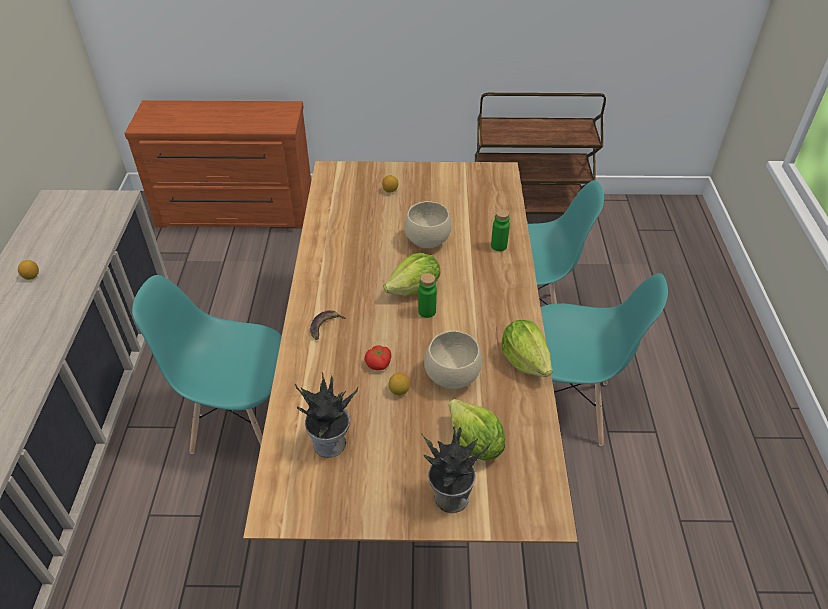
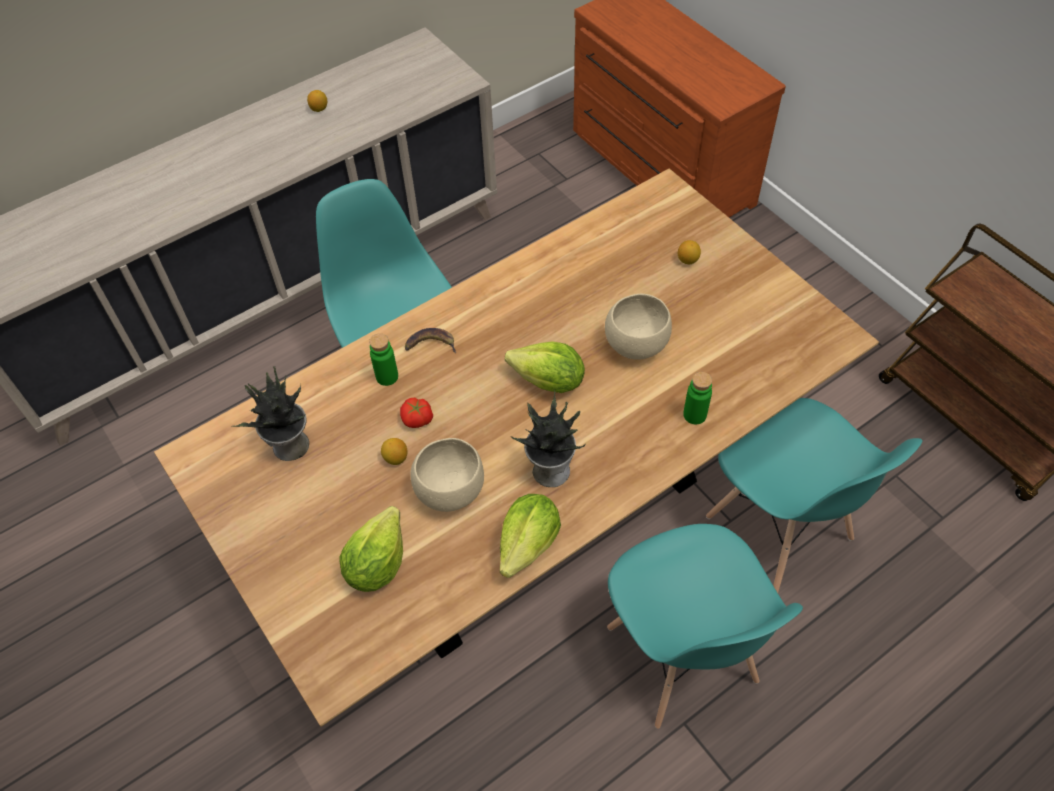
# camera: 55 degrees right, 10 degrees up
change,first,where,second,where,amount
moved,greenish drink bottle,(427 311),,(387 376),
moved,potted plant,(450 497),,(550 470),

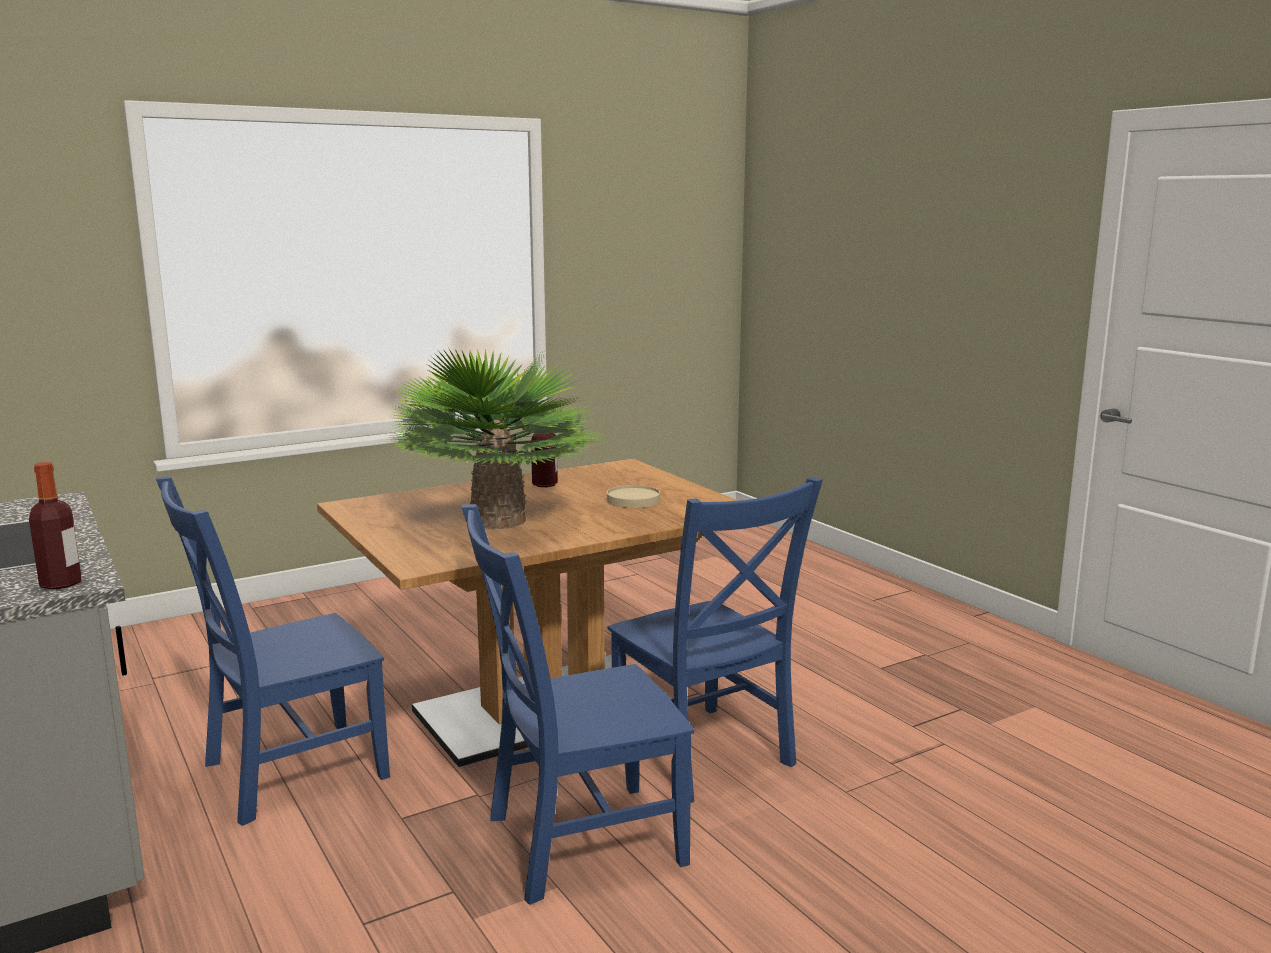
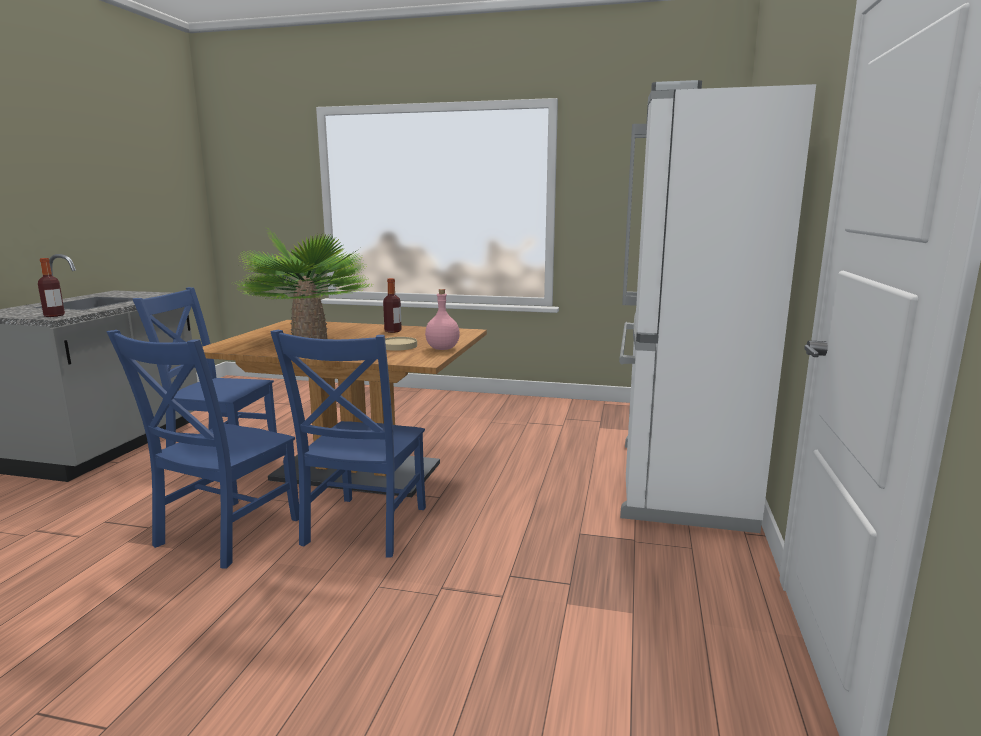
# camera: 45 degrees right, 0 degrees up
change,first,where,second,where,amount
turned,blue upright chair,(576 841),,(224 534),90 degrees counterclockwise
added,,,pinkish drink bottle,(443 349),
added,,,whitish kitchen fridge,(678 483),

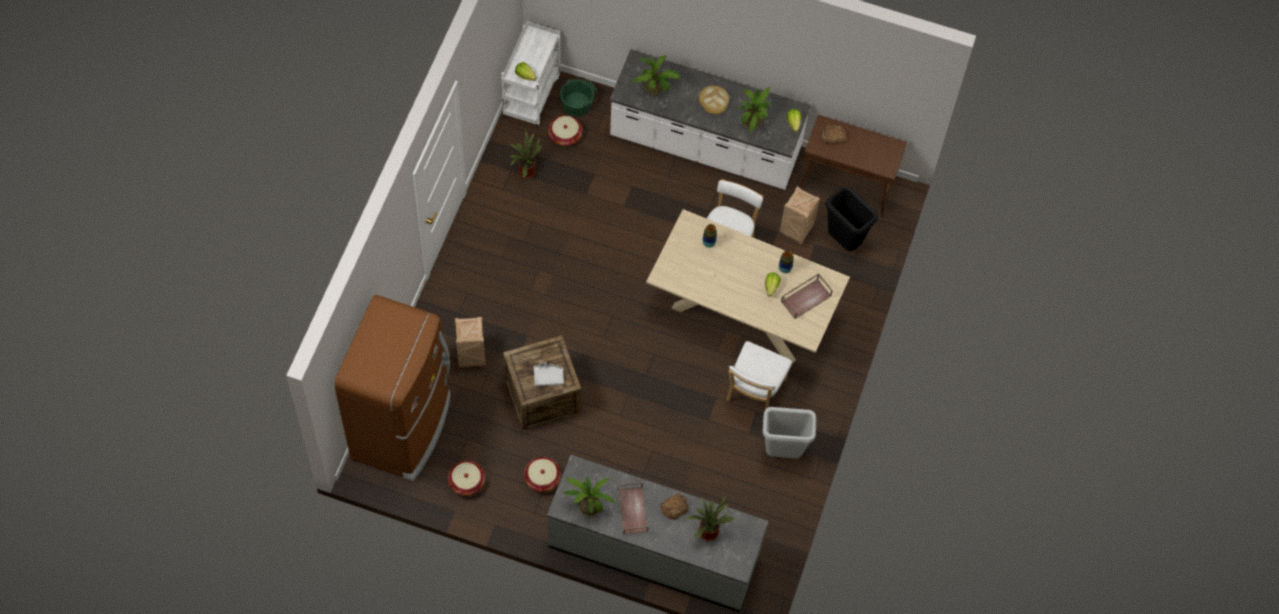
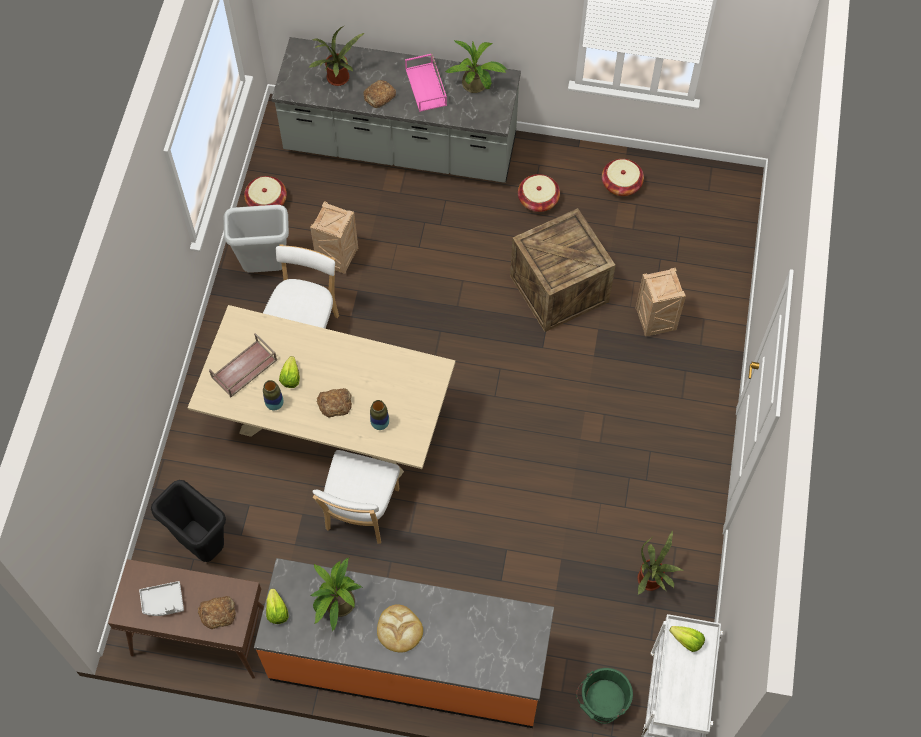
# camera: 175 degrees right, 0 degrees up
change,first,where,second,where,amount
removed,brown kitchen fridge,(403 426),,,
moved,gray serving tray,(548 377),,(163 602),
moved,storage basket,(565 135),,(267 201),
recoloured,whitish kitchen base unit,(705 145),orange-coloured kitchen base unit,(408 662),
recoloured,brown serving tray,(632 510),pinkish serving tray,(426 87),
removed,potted plant,(656 88),,,
moved,shipping crate,(796 231),,(337 257),
added,,,baked bread,(335 403),

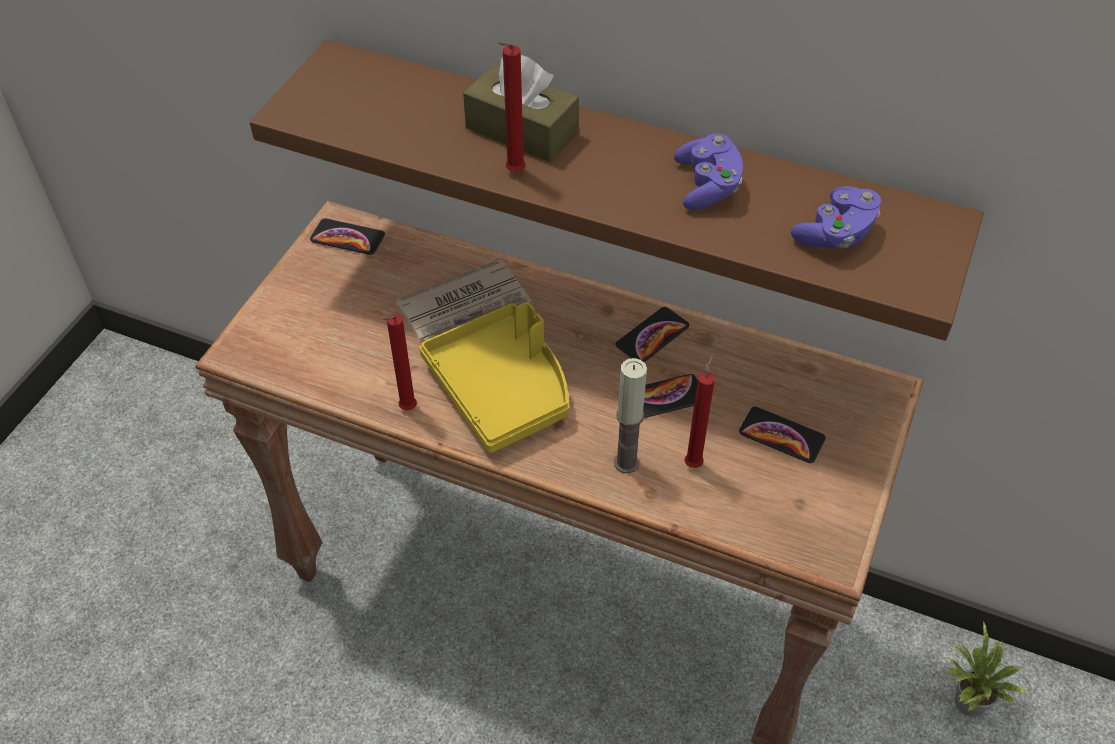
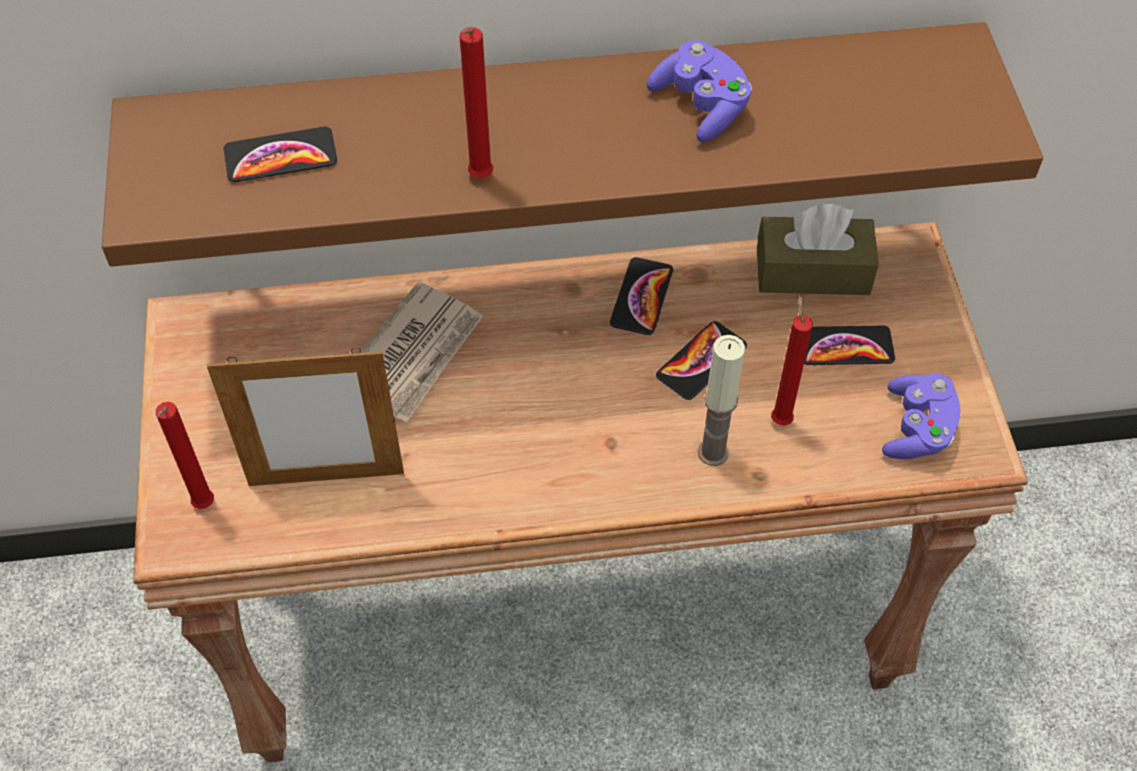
# camera: 30 degrees left, 5 degrees up
change,first,where,second,where,amount
moved,handset,(347 238),,(281 156),
moved,red-coloured candle,(406 410),,(203 507),
removed,yellowish serving tray,(502 389),,,
moved,brown box of tissues,(521 130),,(812 271),
moved,purple joypad,(835 234),,(916 429),
removed,potted plant,(965 703),,,
added,,,picture frame,(326 478),

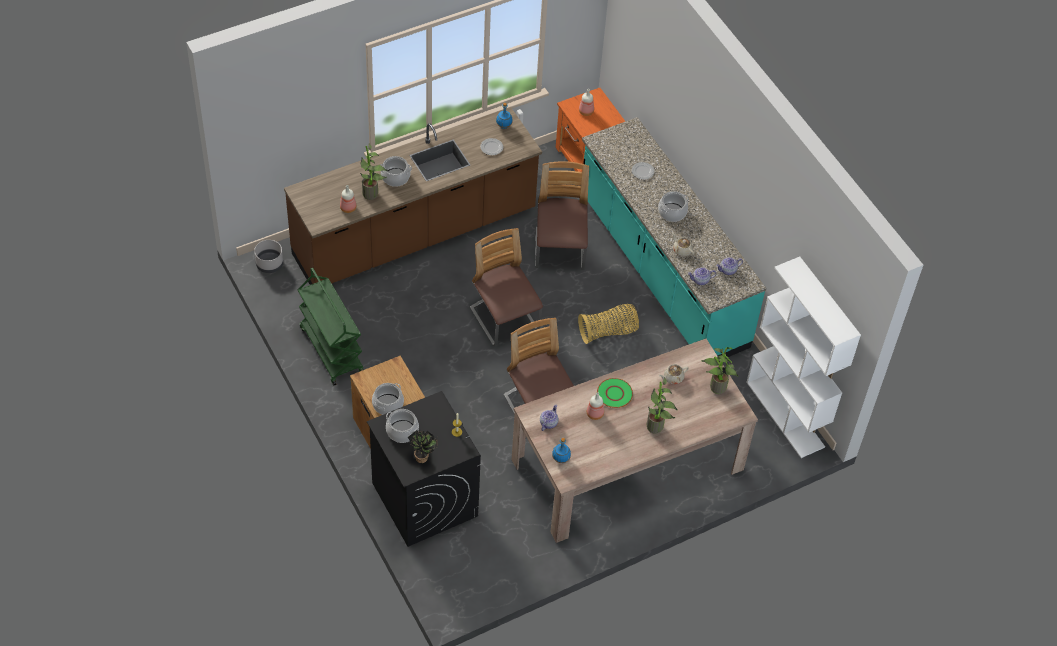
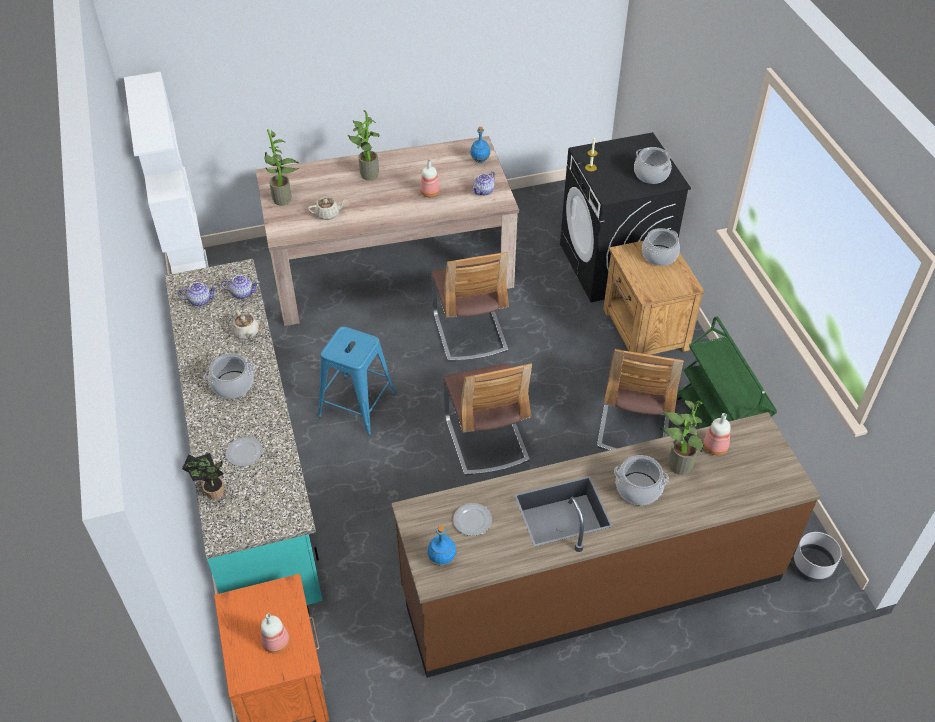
# camera: 165 degrees left, 5 degrees down
change,first,where,second,where,amount
moved,potted plant,(423 457),,(212 492),
moved,upright chair,(559 250),,(634 424),
replaced,storage basket,(608 332),blue stool seat,(357 405),
removed,greenish flat dish,(614 393),,,

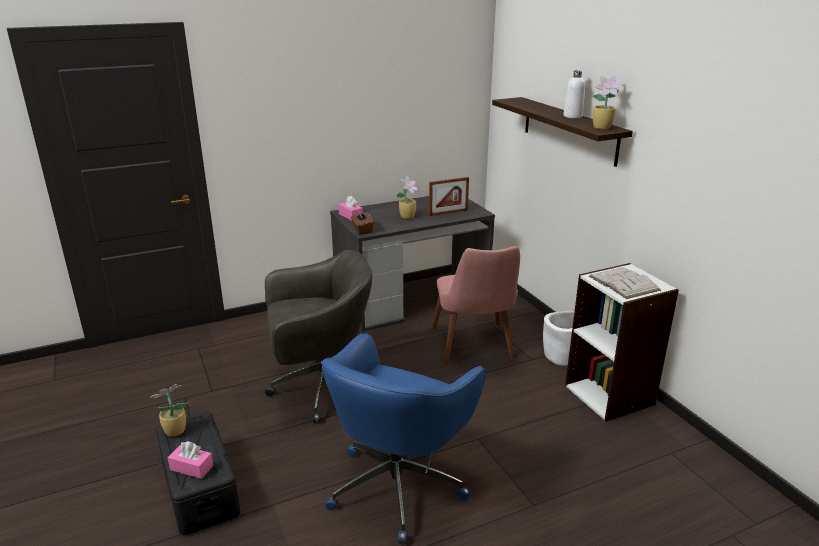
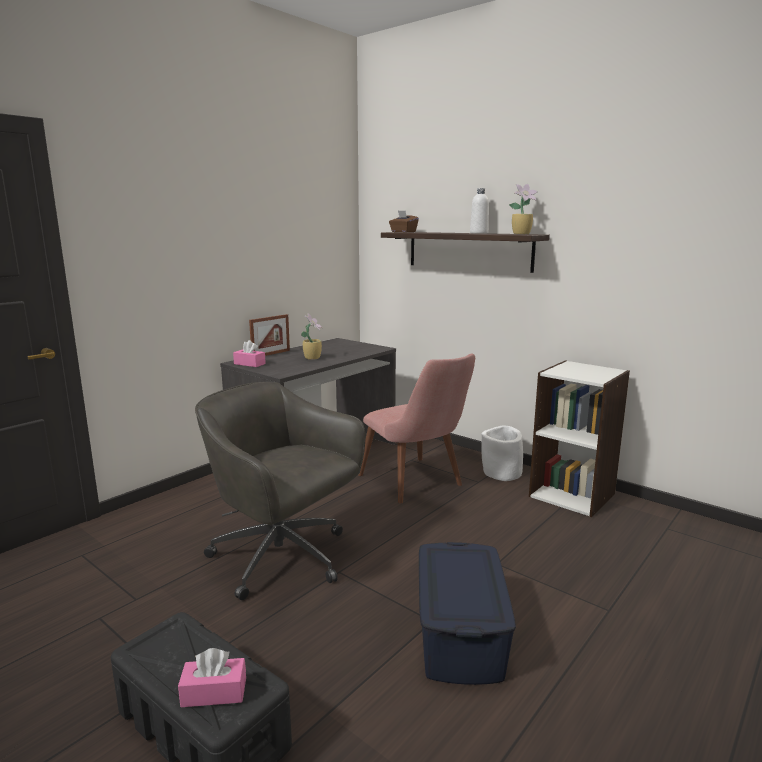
# camera: 25 degrees left, 10 degrees down
change,first,where,second,where,amount
removed,potted plant,(174 431),,,
turned,gray desk chair,(321 387),,(283 558),105 degrees counterclockwise
replaced,blue desk chair,(399 483),blue storage box,(459 634),
moved,brown box of tissues,(362 230),,(403 232),
moved,picture frame,(448 213),,(271 354),
removed,whitish book,(623 283),,,

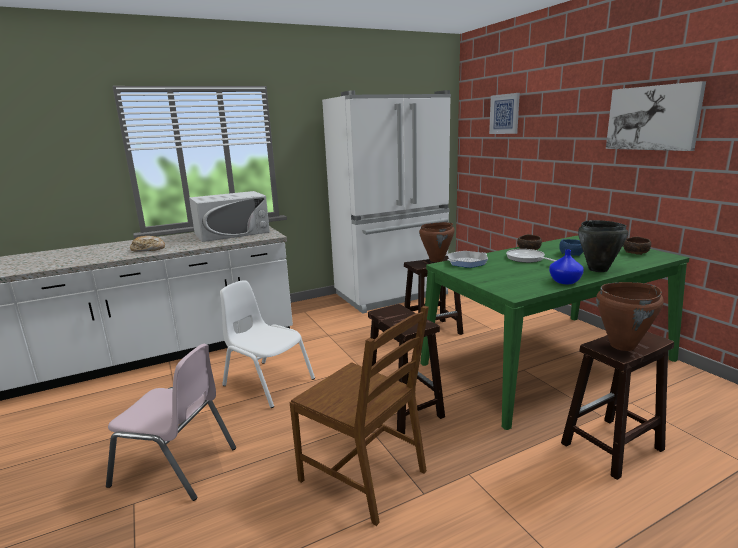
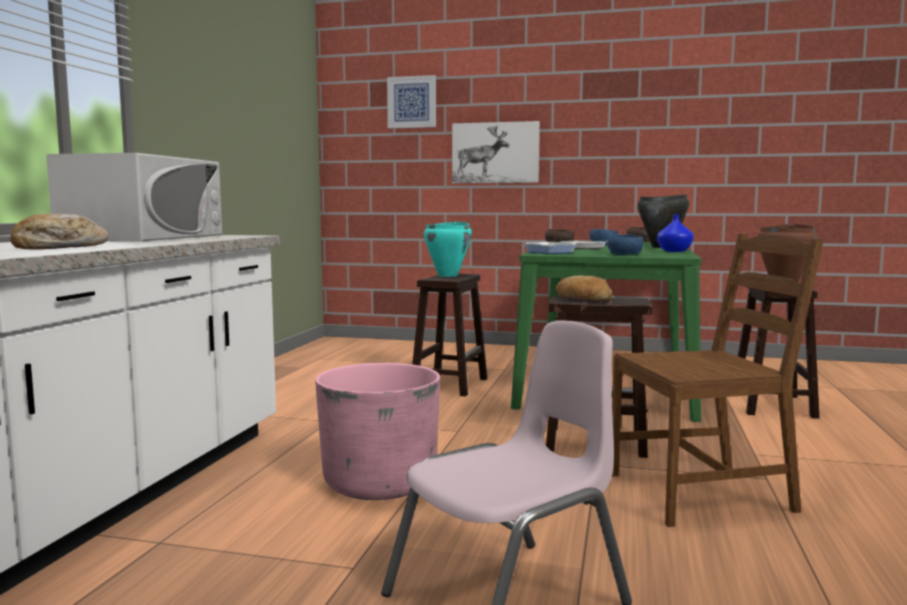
# camera: 50 degrees left, 10 degrees down
change,first,where,second,where,amount
replaced,whitish upright chair,(268 382),pinkish flower pot,(379 483),
removed,whitish kitchen fridge,(392 294),,,
recoloured,brown stockpot,(437 260),turquoise stockpot,(448 275),
moved,picture,(652 118),,(495 153),
added,,,baked bread,(582 299),
added,,,blue deep dish,(625 254),

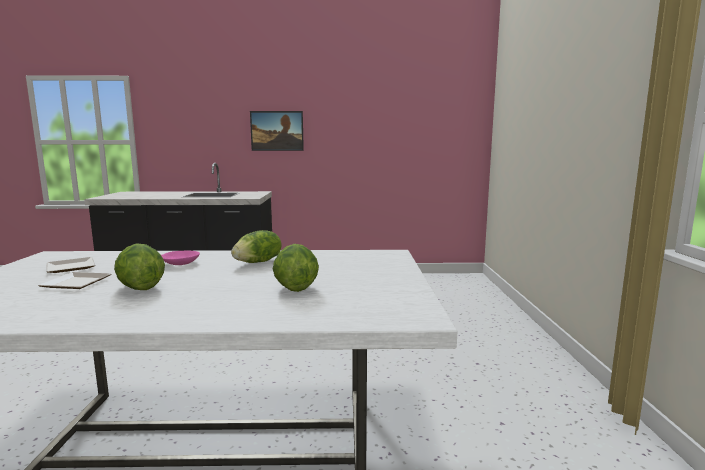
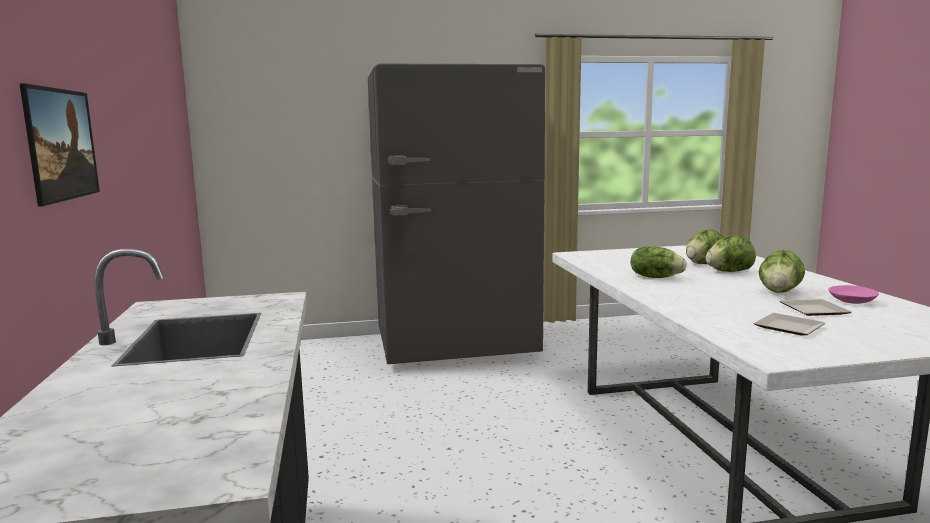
# camera: 100 degrees left, 0 degrees up
change,first,where,second,where,amount
moved,pinkish deep dish,(180 263),,(852 301),
added,,,gray kitchen fridge,(456 346),
added,,,head of lettuce,(729 271),

